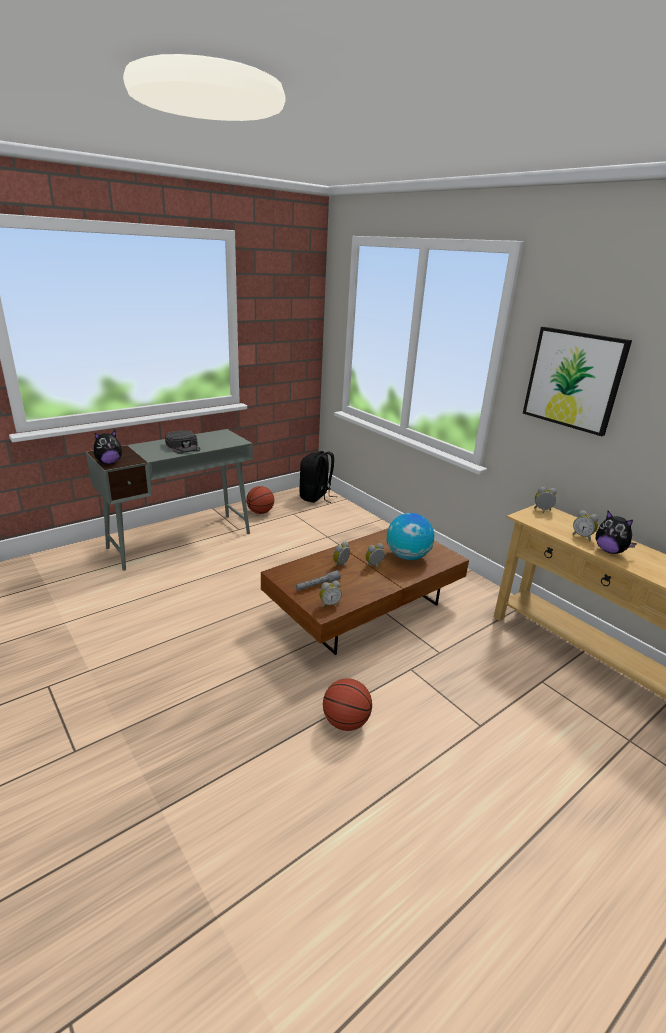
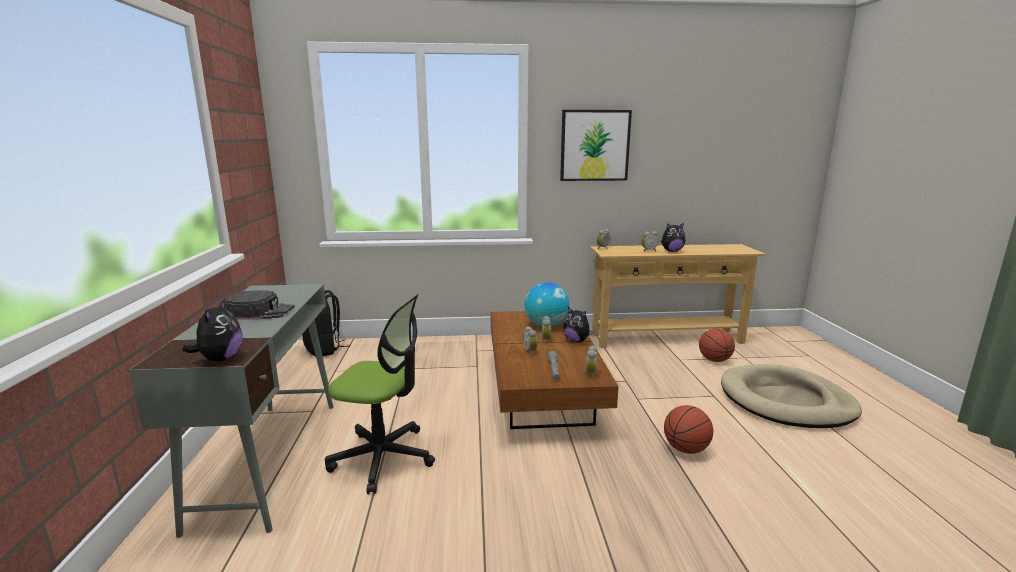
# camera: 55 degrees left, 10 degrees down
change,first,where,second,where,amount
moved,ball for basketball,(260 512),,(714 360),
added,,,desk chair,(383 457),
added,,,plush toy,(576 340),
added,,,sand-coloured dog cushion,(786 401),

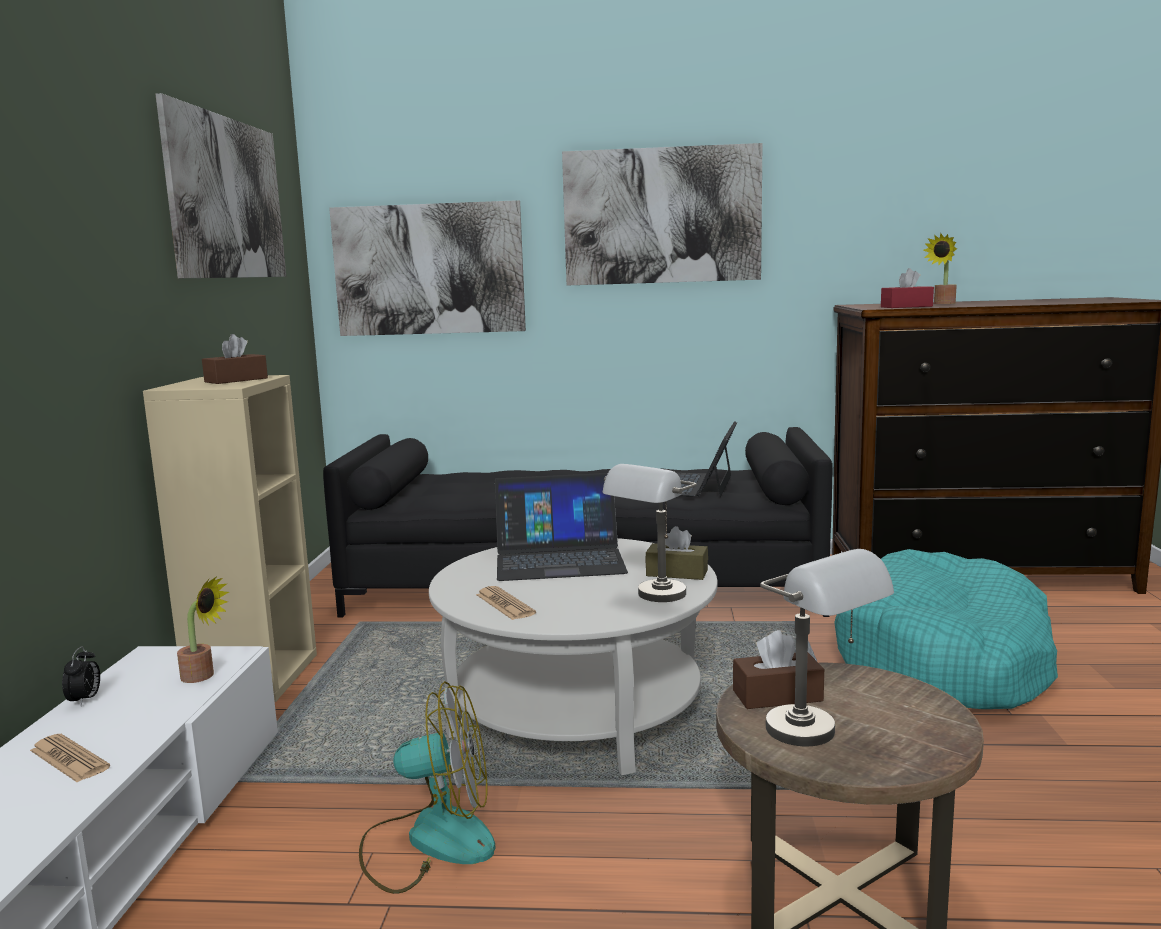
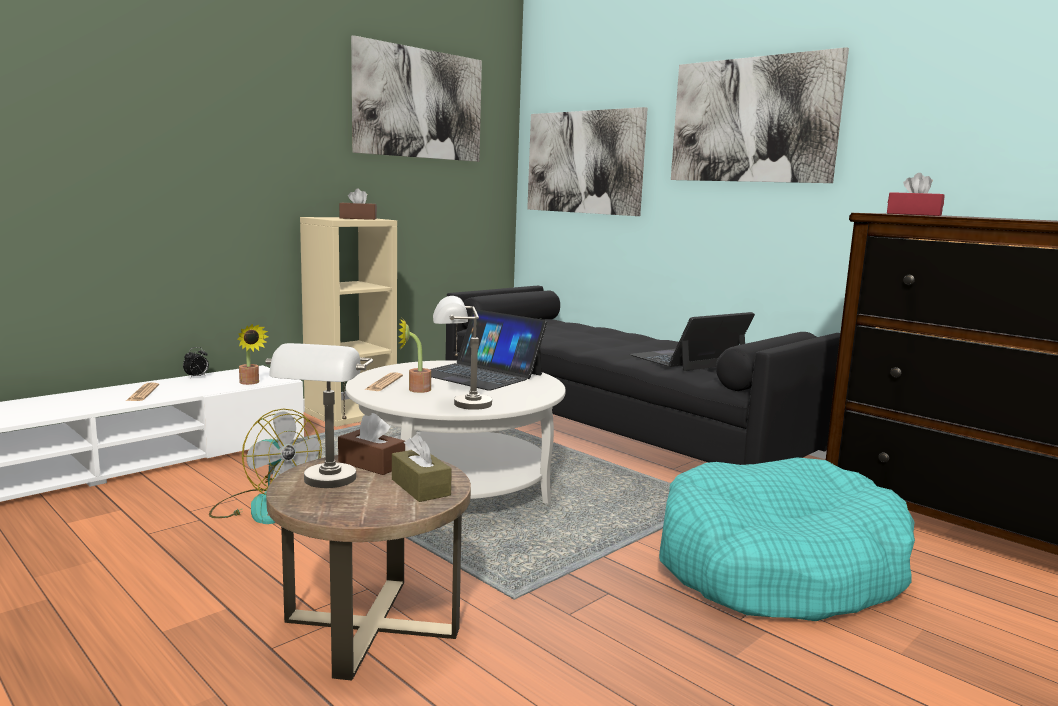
# camera: 40 degrees right, 0 degrees up
change,first,where,second,where,amount
moved,brown box of tissues,(677 573),,(420 487),
moved,potted plant,(942 303),,(415 389),

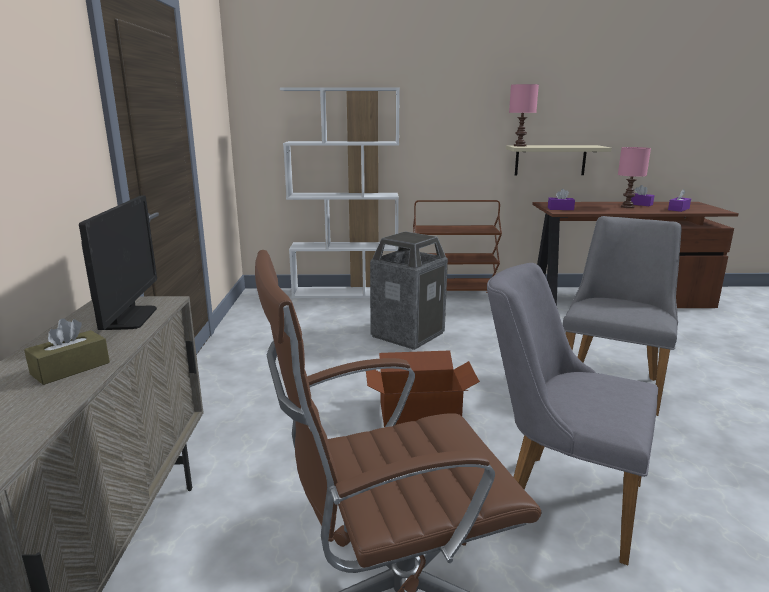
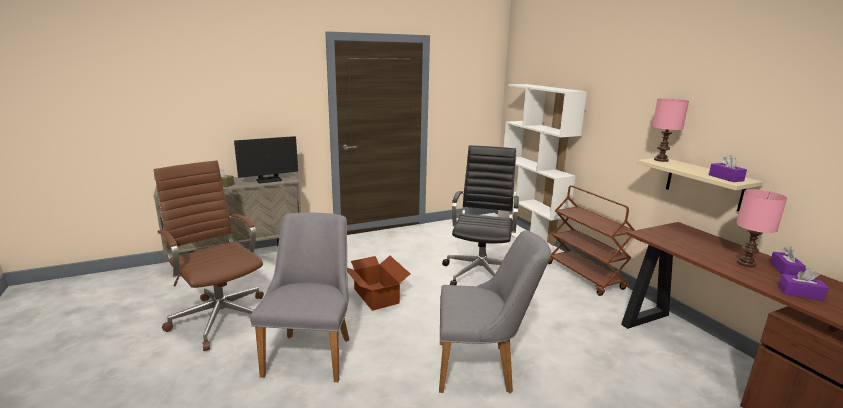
# camera: 65 degrees right, 0 degrees up
change,first,where,second,where,amount
replaced,rubbish bin,(407 335),blackish desk chair,(481 273),
moved,purple box of tissues,(560 209),,(725 178),

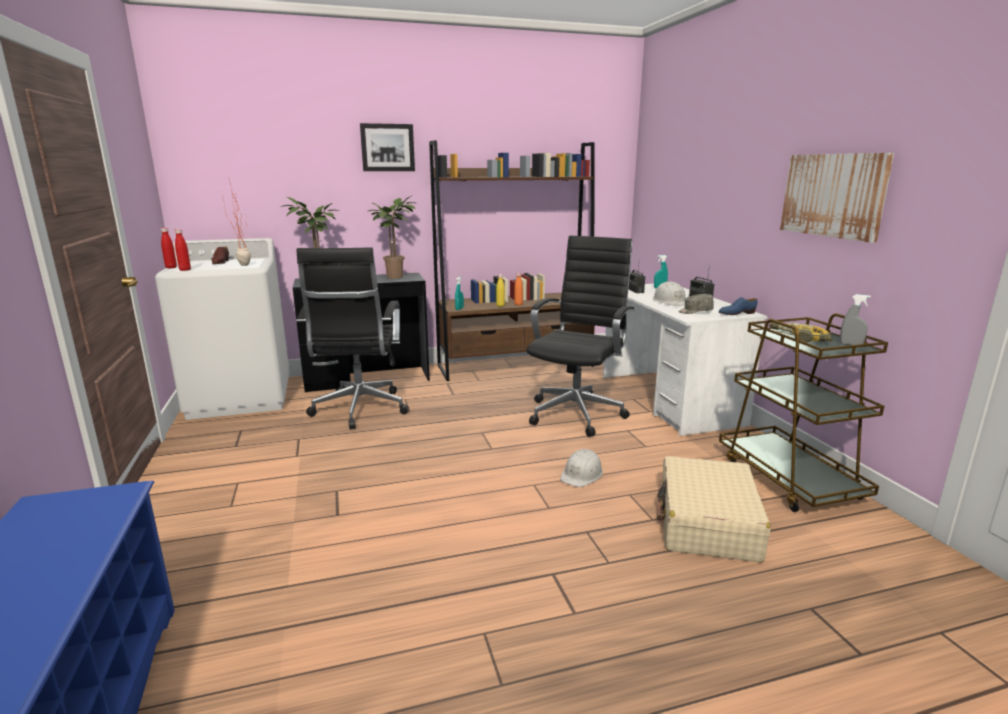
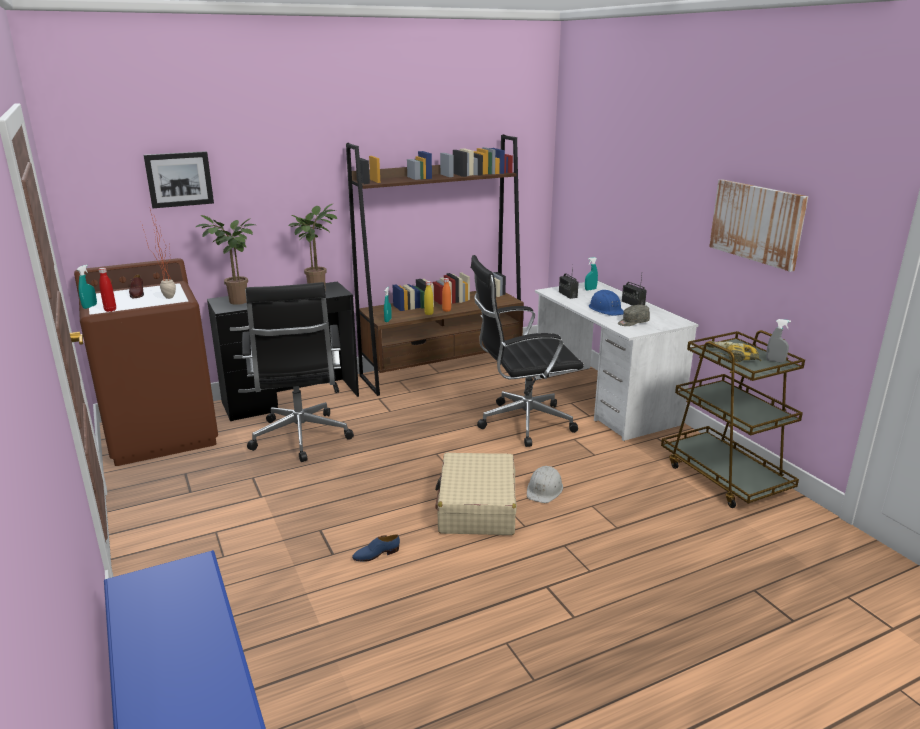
# camera: 10 degrees left, 5 degrees up
change,first,where,second,where,amount
recoloured,whitish washing machine,(241 397),brown washing machine,(163 434),
replaced,red-coloured drink bottle,(171 267),turquoise hand sprayer,(90 306),
moved,picture,(387 147),,(179 179),
turned,blackish desk chair,(577 413),,(521 423),120 degrees counterclockwise
recoloured,whitish hard hat,(670 301),blue hard hat,(606 309),
moved,sand-coloured travel case,(707 523),,(477 507),
moved,blue item of footwear,(736 313),,(376 554),

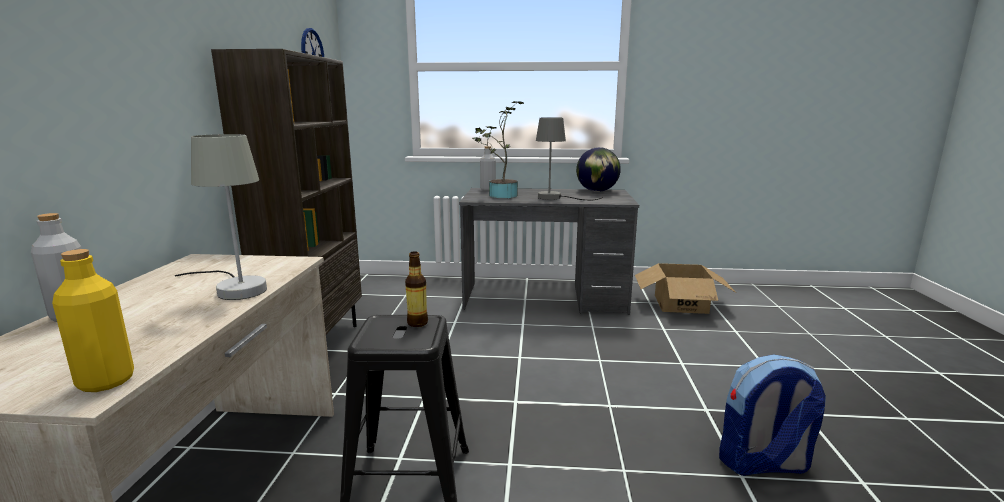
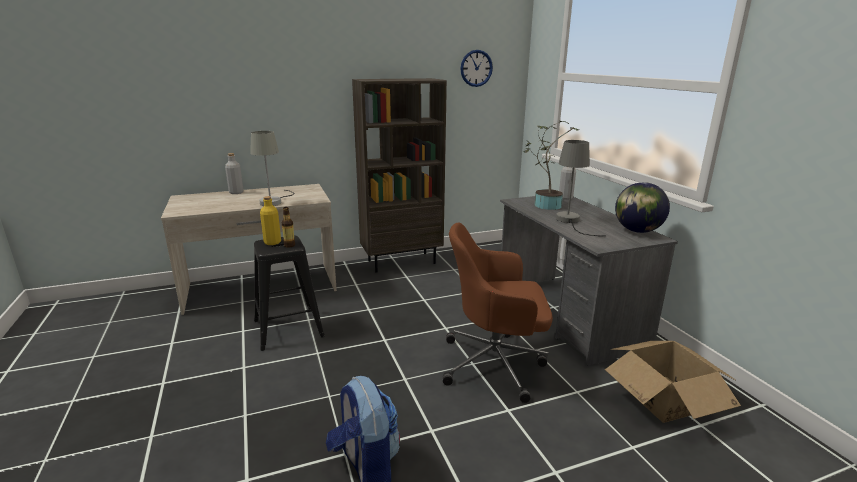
# camera: 65 degrees right, 5 degrees up
change,first,where,second,where,amount
moved,yellowish drink bottle,(106 381),,(272 242),
added,,,brown desk chair,(495 364),

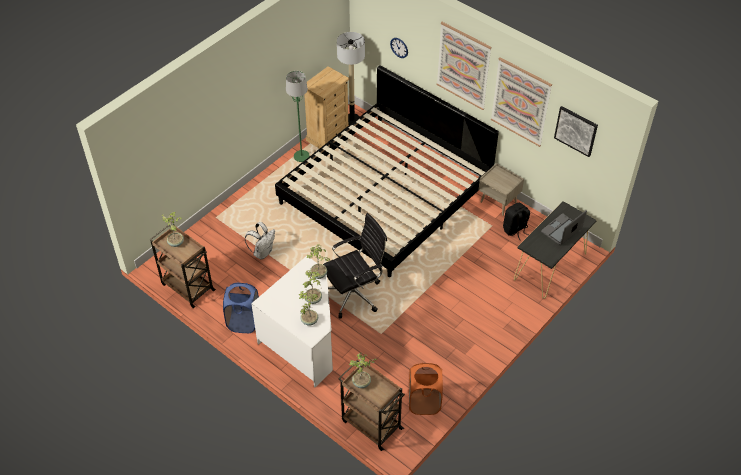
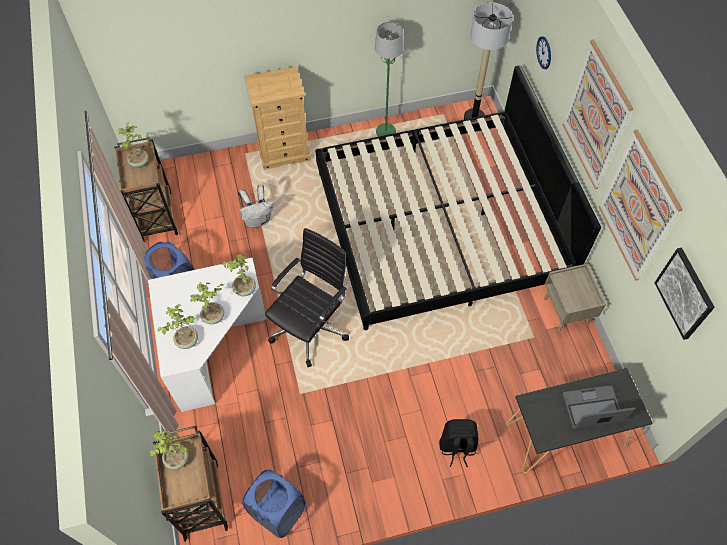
# camera: 35 degrees right, 10 degrees up
change,first,where,second,where,amount
moved,sand-coloured drawer chest,(328 137),,(284 152),
turned,blackish desk chair,(354 294),,(311 327),60 degrees counterclockwise
recoloured,orange-coloured washing basket,(424 402),blue washing basket,(277 512),
moved,blackish knapsack,(515 230),,(457 447),

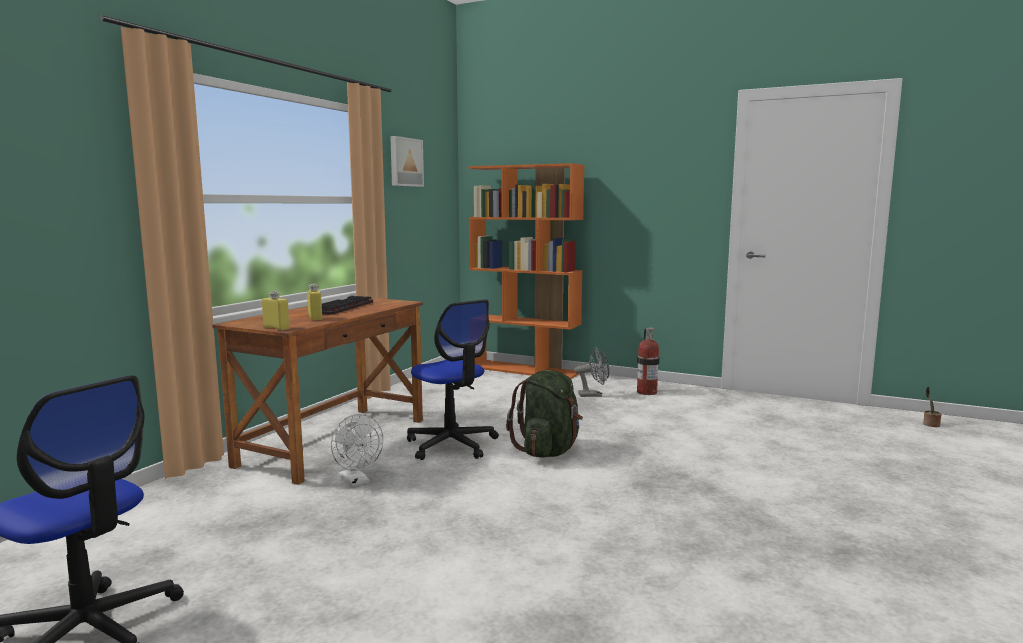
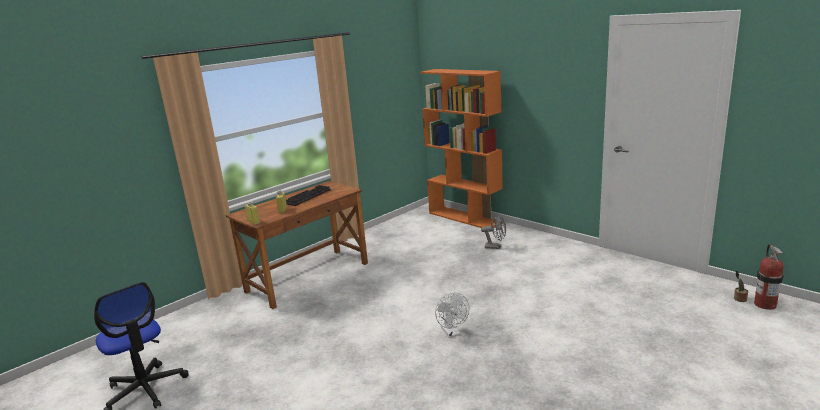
# camera: 20 degrees right, 10 degrees up
change,first,where,second,where,amount
moved,whitish electric fan,(357 481),,(452 333),
removed,picture,(405 162),,,
removed,desk chair,(452 444),,,
removed,greenish knapsack,(548 451),,,
moved,fire-fighting cylinder,(647 392),,(765 304),

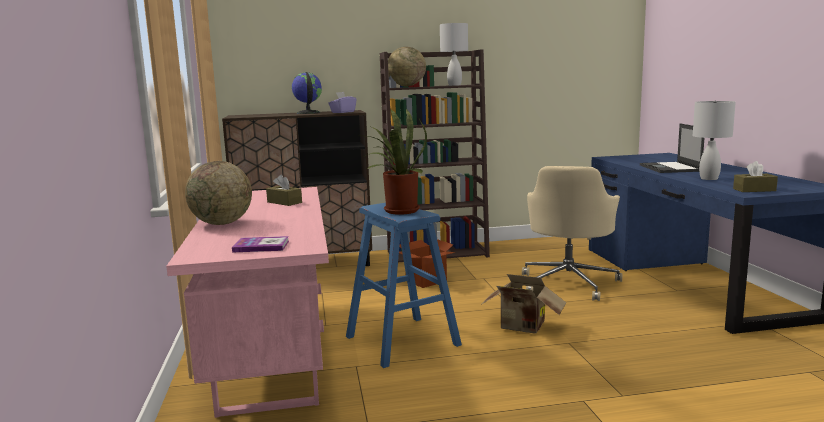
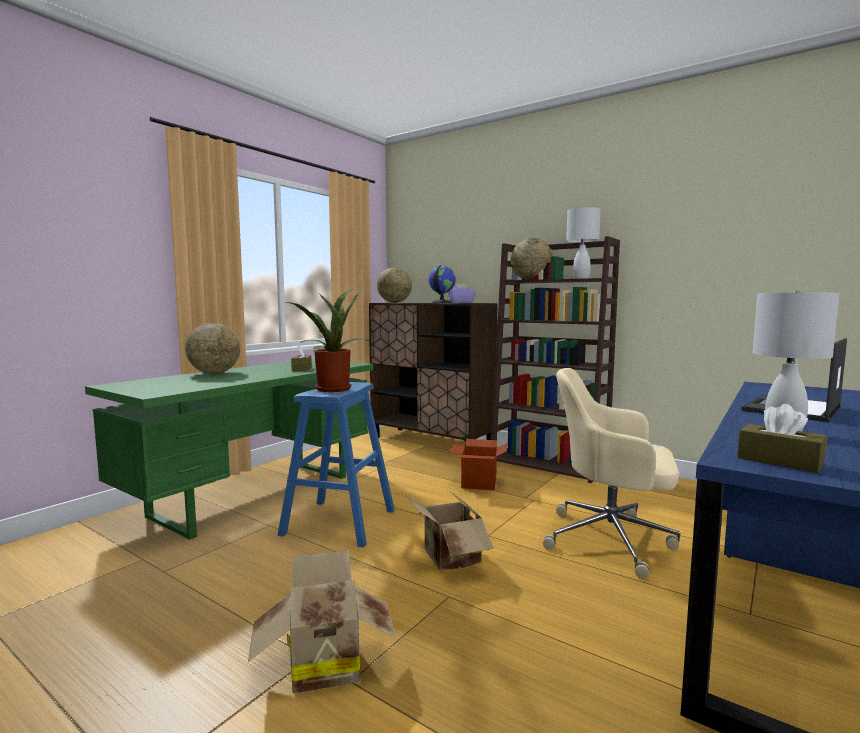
# camera: 45 degrees right, 5 degrees down
change,first,where,second,where,amount
recoloured,pinkish desk unit,(271 356),greenish desk unit,(256 494),
removed,book,(261 246),,,
turned,sand-coloured desk chair,(569 283),,(611 539),45 degrees clockwise
added,,,carton,(322 663),
added,,,desk globe,(394 302),

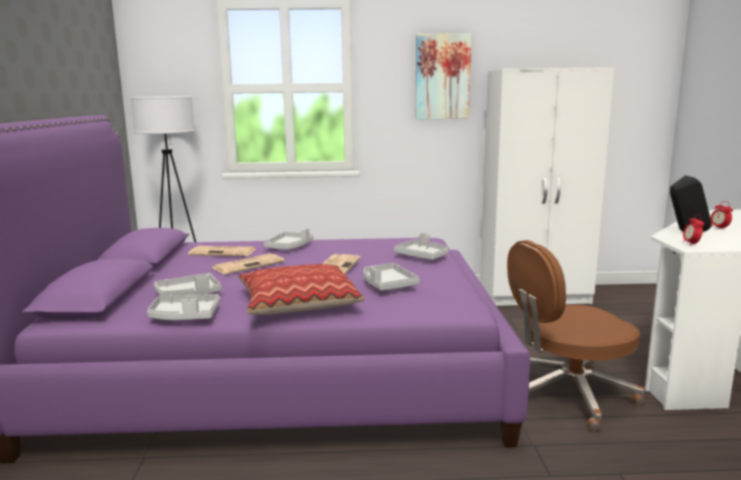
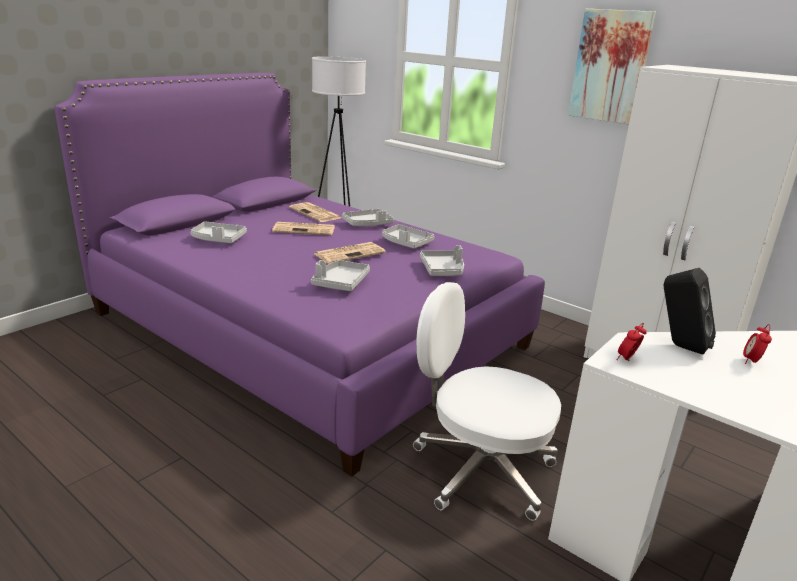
# camera: 40 degrees right, 10 degrees up
change,first,where,second,where,amount
moved,gray serving tray,(185 316),,(406 243),
removed,cushion,(298 303),,,
recoloured,brown desk chair,(568 395),whitish desk chair,(480 469),

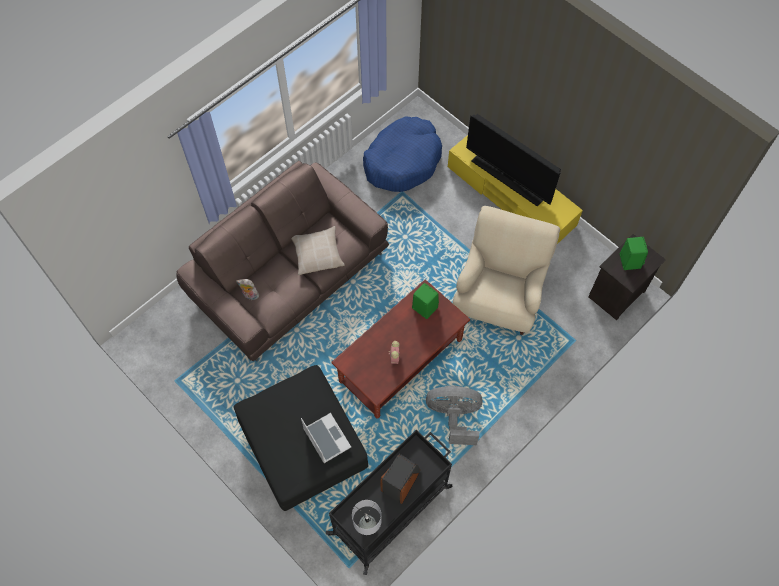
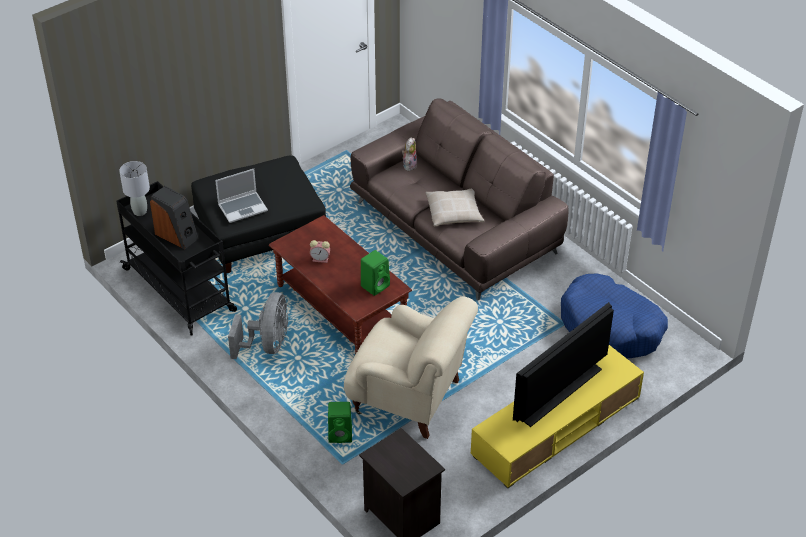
# camera: 95 degrees right, 20 degrees down
change,first,where,second,where,amount
moved,greenish loudspeaker,(629 260),,(341 434),

